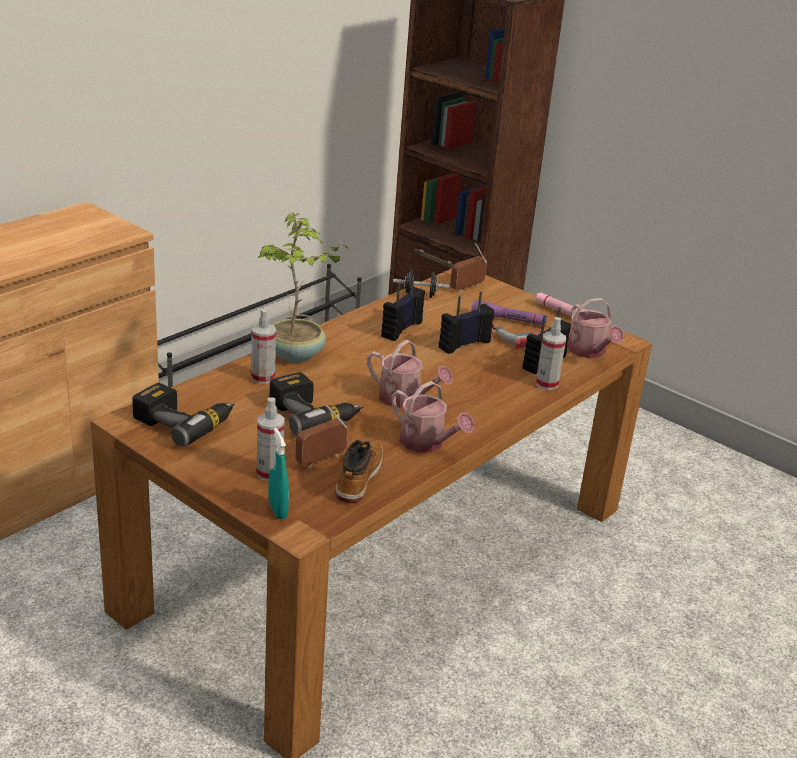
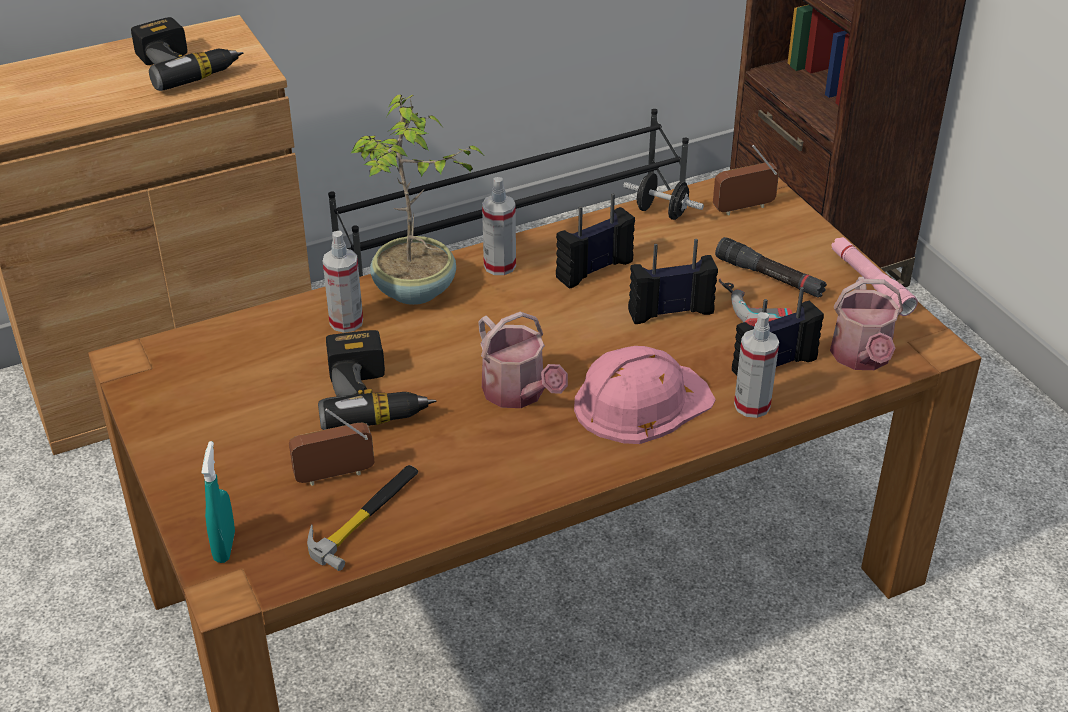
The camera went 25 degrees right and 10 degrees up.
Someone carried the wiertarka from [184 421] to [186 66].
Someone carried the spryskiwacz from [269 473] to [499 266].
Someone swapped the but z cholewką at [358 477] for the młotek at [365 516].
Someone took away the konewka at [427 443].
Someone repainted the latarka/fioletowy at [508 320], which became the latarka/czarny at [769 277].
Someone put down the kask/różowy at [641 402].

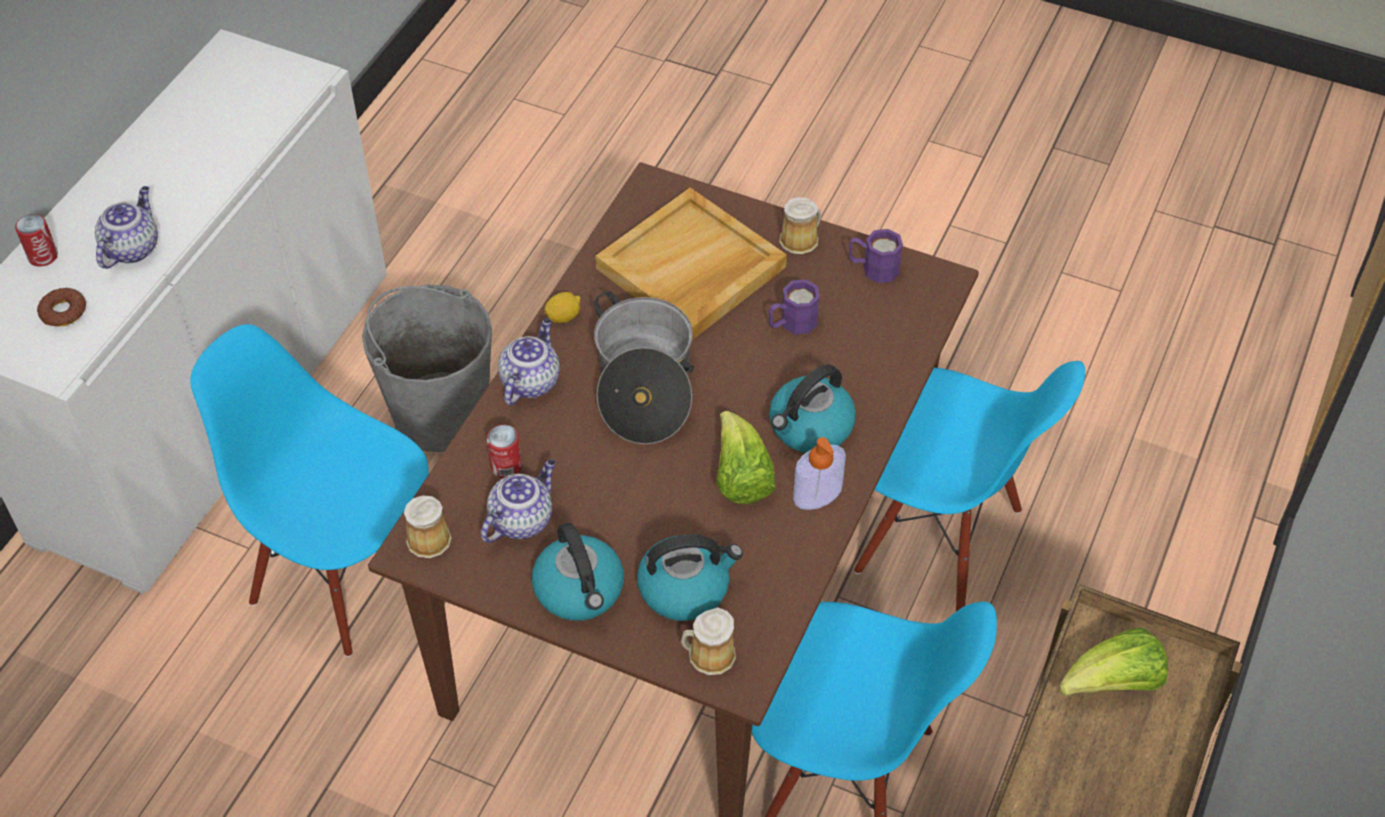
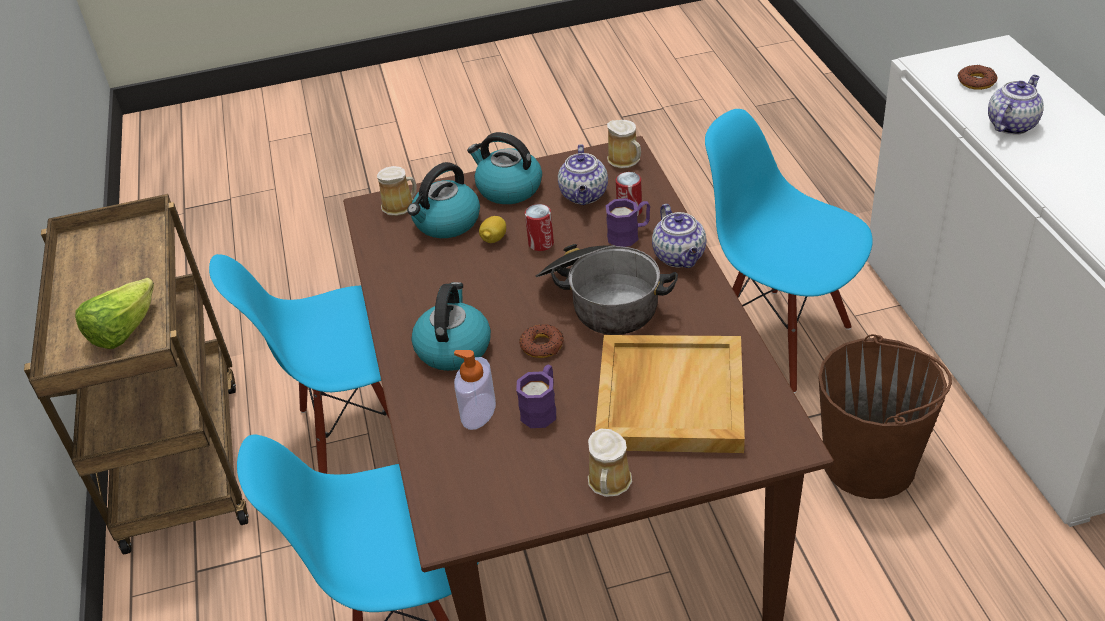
The camera went 145 degrees right and 10 degrees down.
Someone carried the puszka from [43 256] to [541 243].
Someone rotated the imbryk at [132 248] by 120 degrees counterclockwise.
Someone rotated the krzesło/niebieski at [346 576] by 135 degrees counterclockwise.
Someone repainted the wiadro/szary at [440 413], which became the wiadro/brązowy at [870 463].
Someone carried the cytryna from [563 317] to [494 239].
Someone took away the sałata at [740 477].
Someone carried the dozownik mydła from [817 493] to [478 411].
Someone carried the kubek/fioletowy from [873 268] to [629 234].
Someone put down the donut at [542 345].

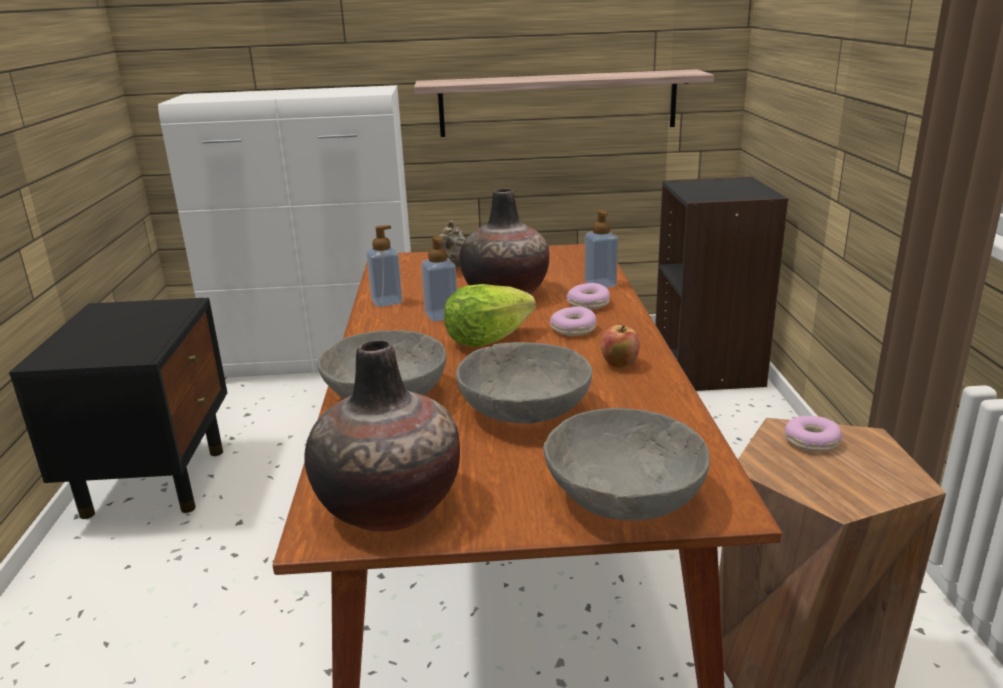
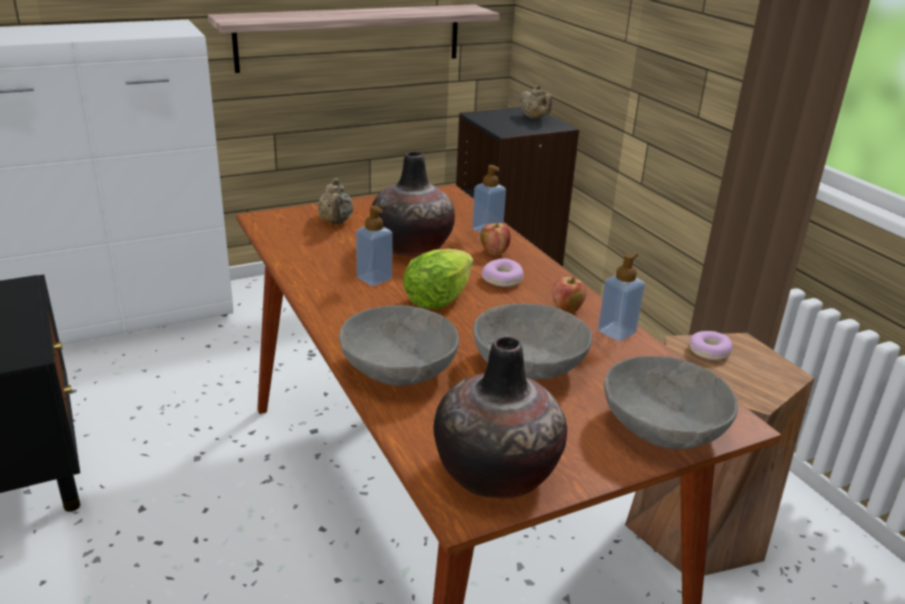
The camera went 25 degrees left and 5 degrees up.
Someone carried the dozownik mydła from [386 302] to [616 332].
Someone swapped the donut at [589 304] for the jabłko at [494 252].
Someone put down the imbryk/beżowy at [534 118].

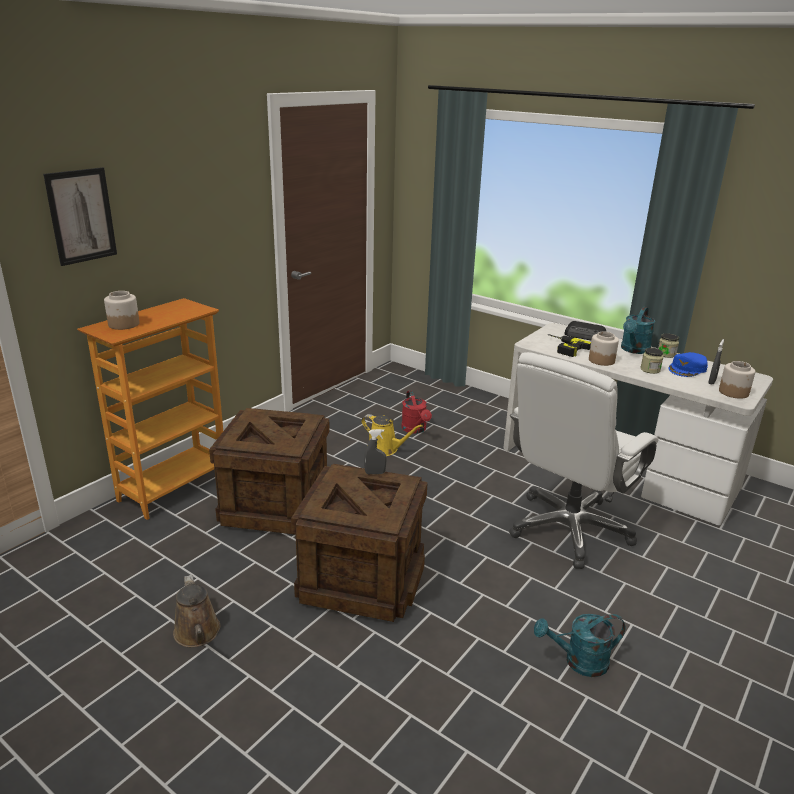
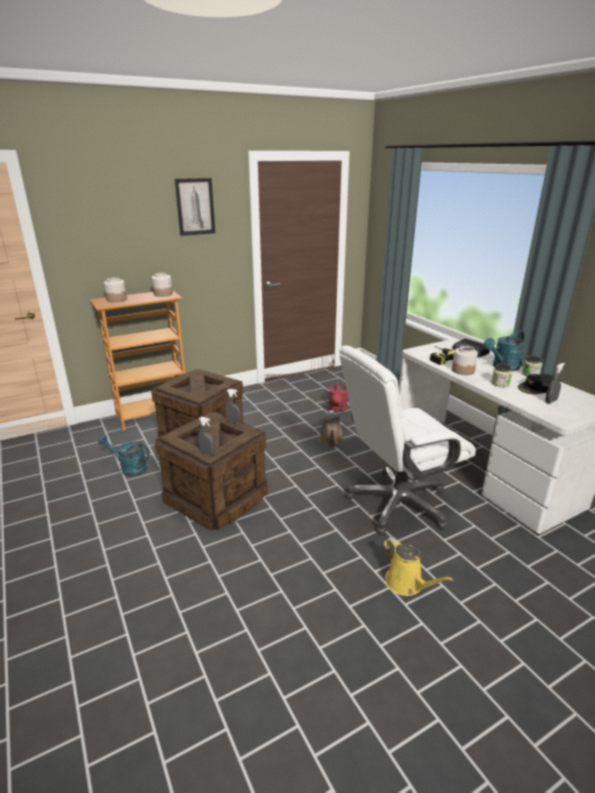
The camera went 25 degrees right and 0 degrees up.
Someone carried the obraz from [81 216] to [195 206].
Someone carried the konewka/brązowy from [198 634] to [331 442].
Someone carried the konewka/żółty from [385 449] to [407 584].
Someone carried the konewka/turkusowy from [579 662] to [129 468].
Someone repainted the czapka z daszkiem/niebieski at [687 369], which became the czapka z daszkiem/czarny at [538 388].
Someone carried the słoik from [733 392] to [163 294].
Someone put down the spryskiwacz/szary at [207 453].

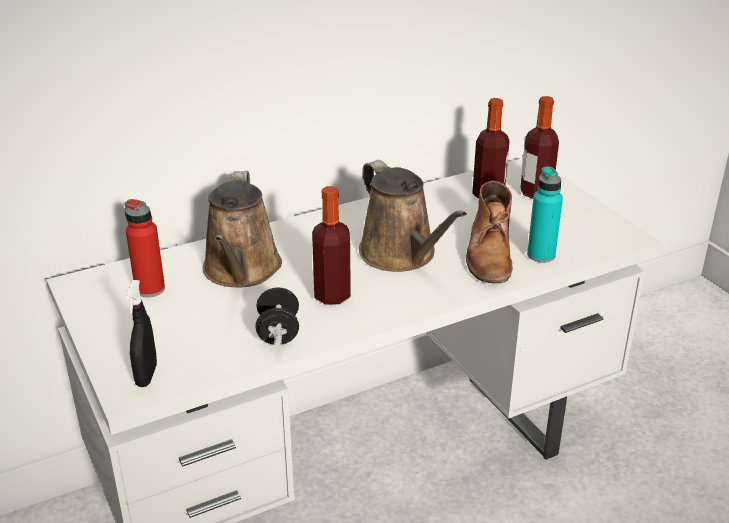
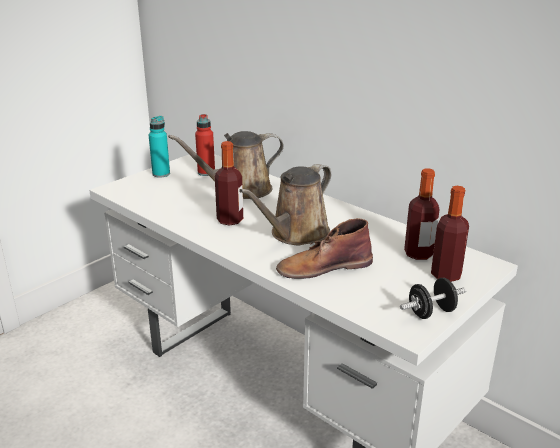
The camera went 70 degrees right and 5 degrees down.
Someone took away the spryskiwacz/czarny at [146 375].
Someone carried the hantel/czarny from [278 333] to [431 312].
Someone carried the butelka/turkusowy from [541 255] to [161 174].

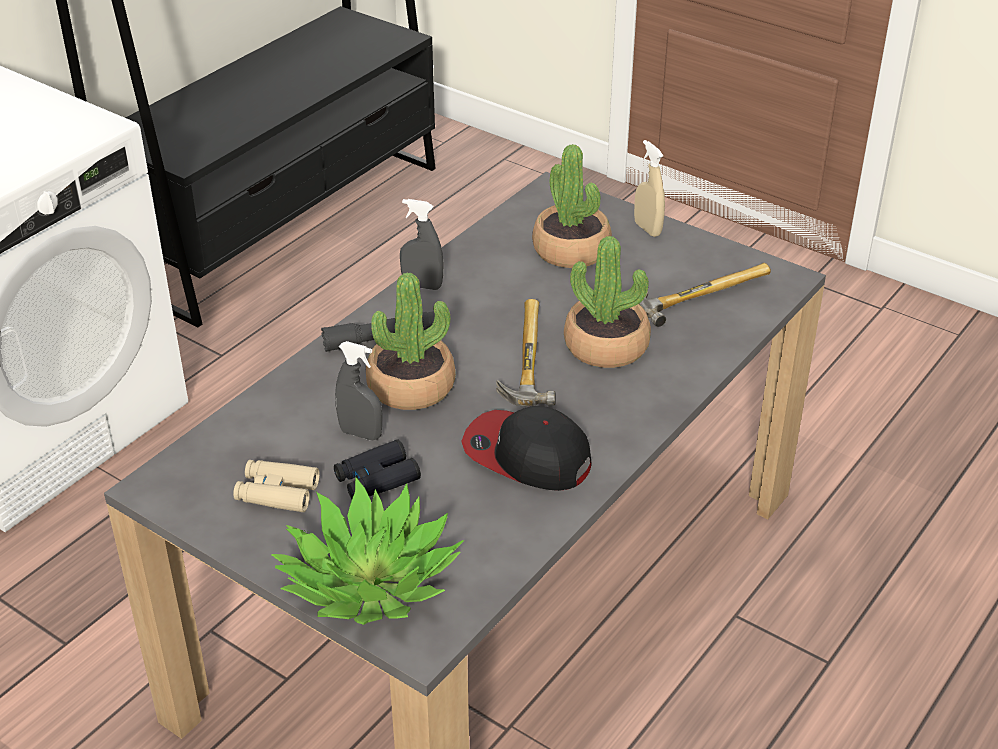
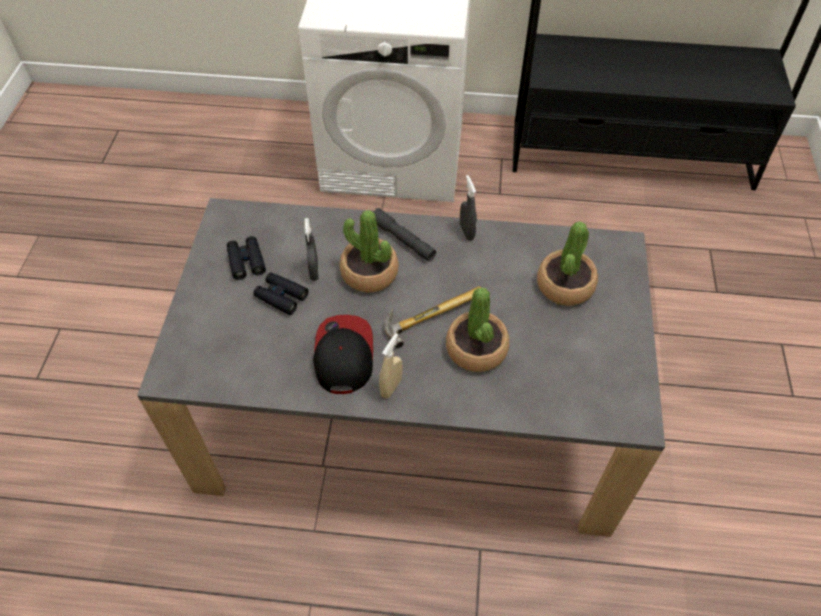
The camera went 60 degrees right and 15 degrees up.
Someone repainted the lornetka/beżowy at [277 493], which became the lornetka/czarny at [246 261].
Someone took away the roślina doniczkowa at [369 581].
Someone carried the spryskiwacz/beżowy from [647 229] to [391 387].
Someone took away the młotek at [699 293].

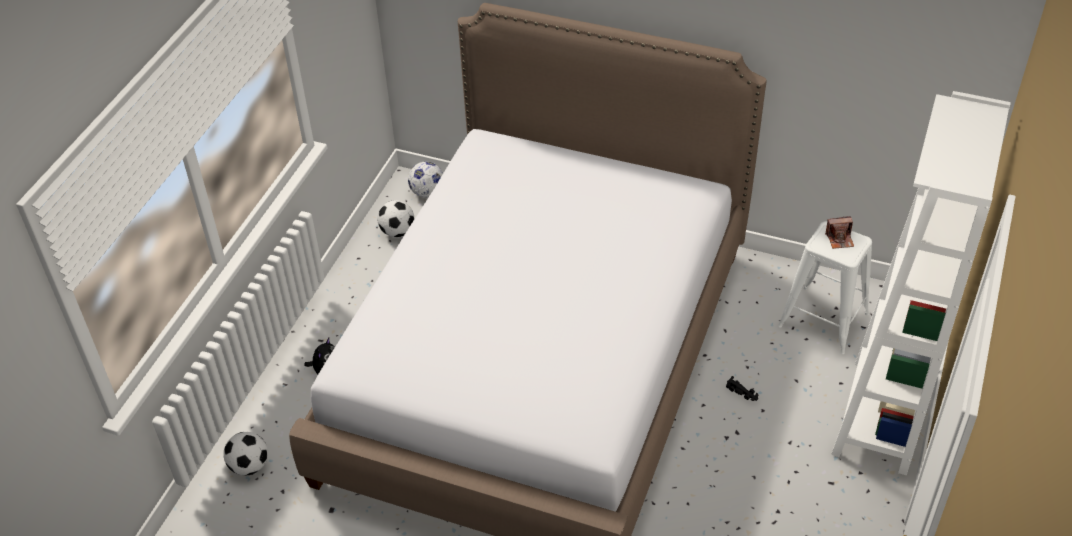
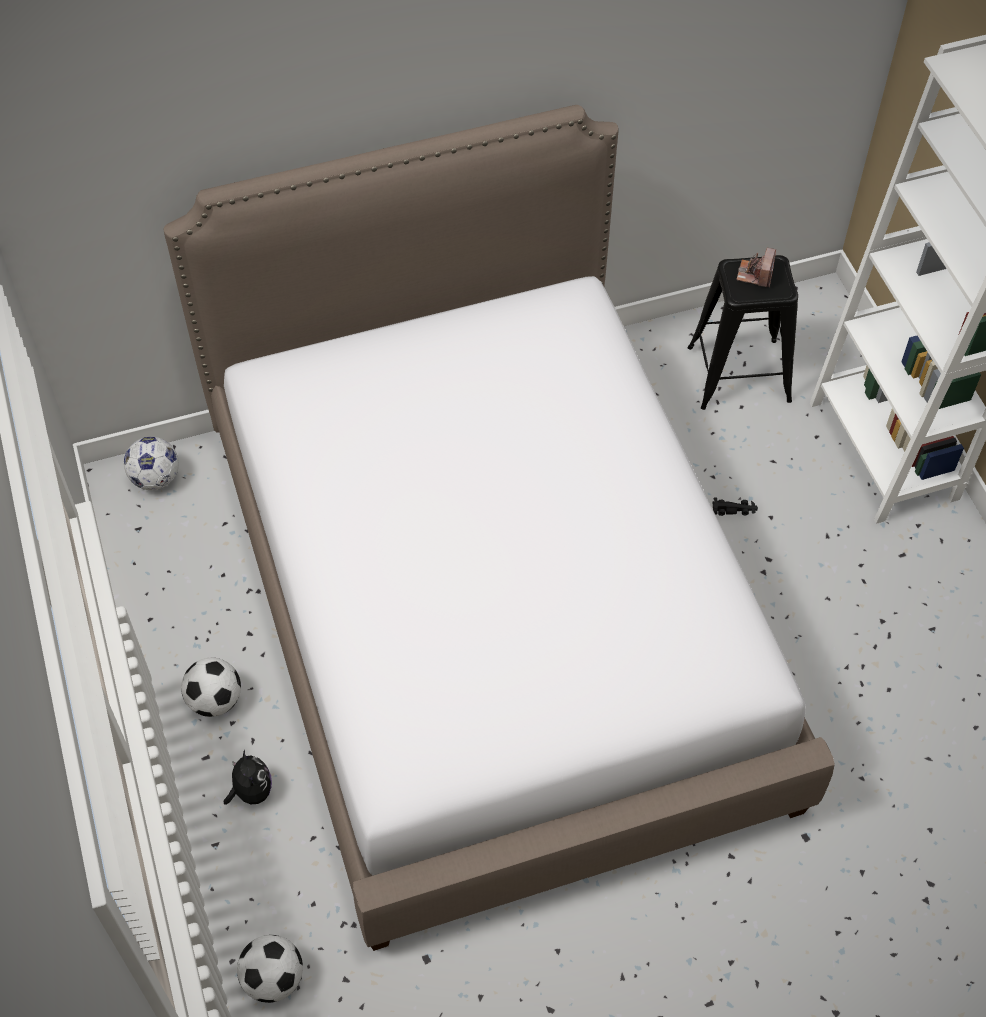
The camera went 40 degrees left and 10 degrees up.
Someone carried the piłka futbolowa from [397 231] to [215 700].
Someone repainted the stołek/biały at [822 319], which became the stołek/czarny at [738 374].
Someone rotated the aparat fotograficzny at [839 239] by 150 degrees clockwise.

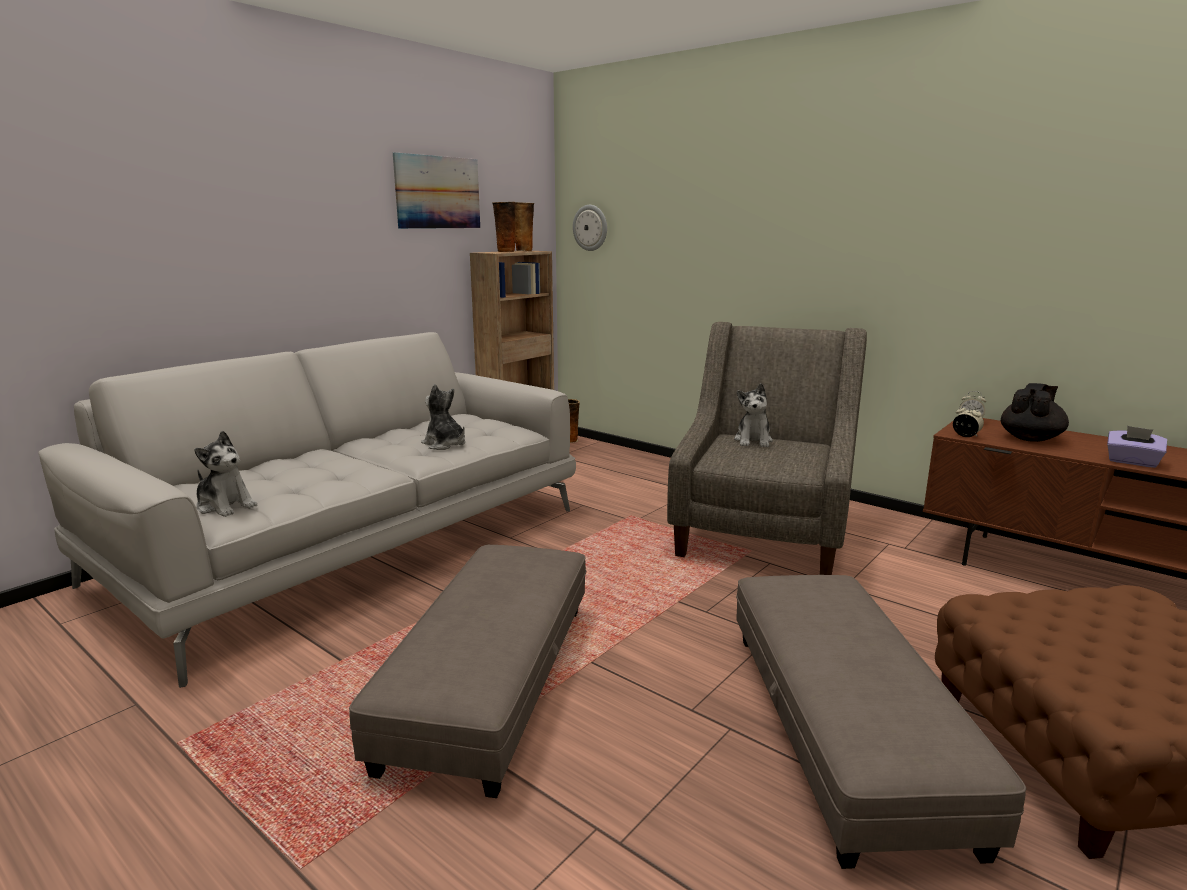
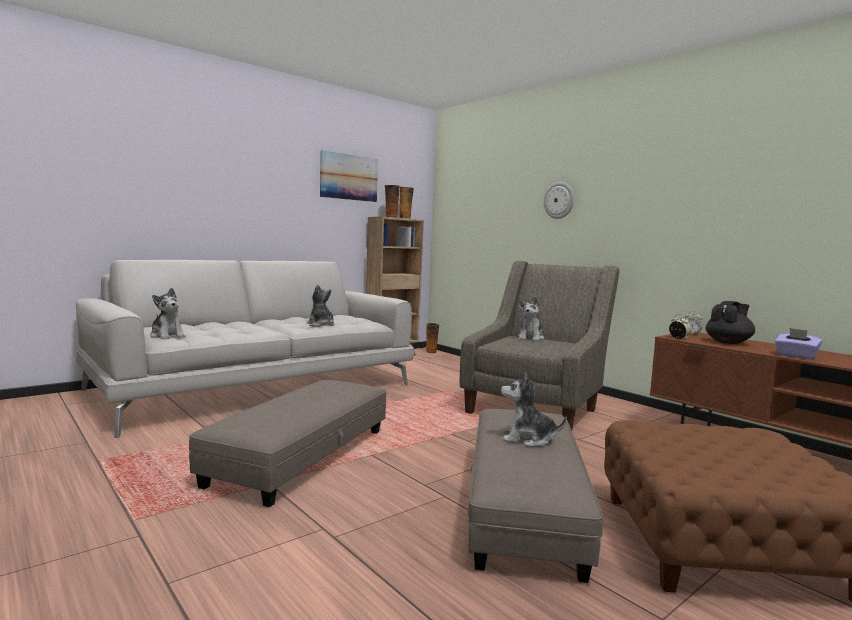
The camera went 10 degrees right and 10 degrees down.
Someone carried the zegar ścienny from [590 228] to [559 200].
Someone put down the pluszak at [528 439].

